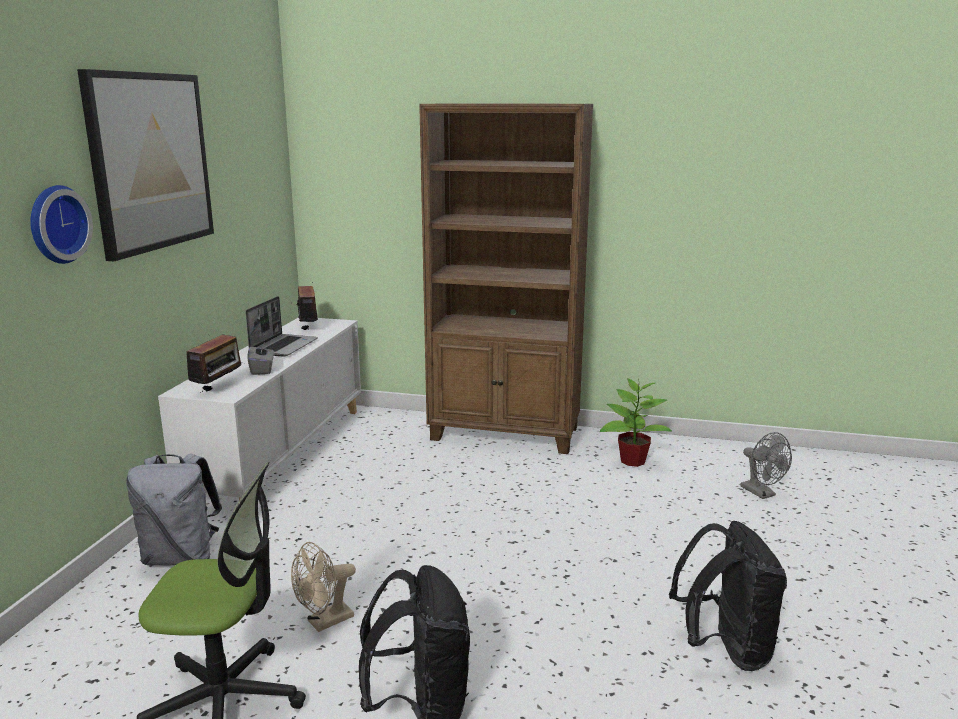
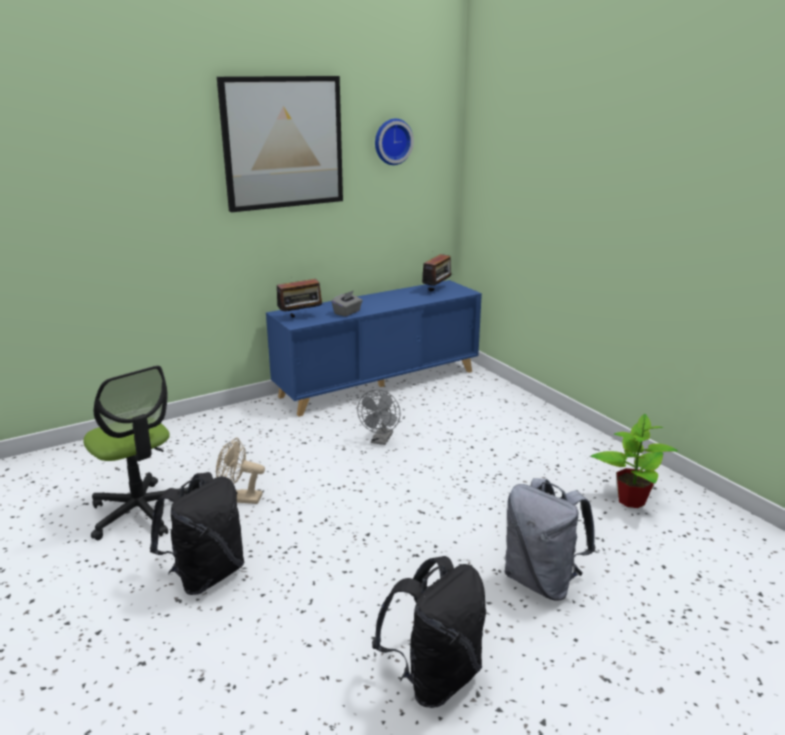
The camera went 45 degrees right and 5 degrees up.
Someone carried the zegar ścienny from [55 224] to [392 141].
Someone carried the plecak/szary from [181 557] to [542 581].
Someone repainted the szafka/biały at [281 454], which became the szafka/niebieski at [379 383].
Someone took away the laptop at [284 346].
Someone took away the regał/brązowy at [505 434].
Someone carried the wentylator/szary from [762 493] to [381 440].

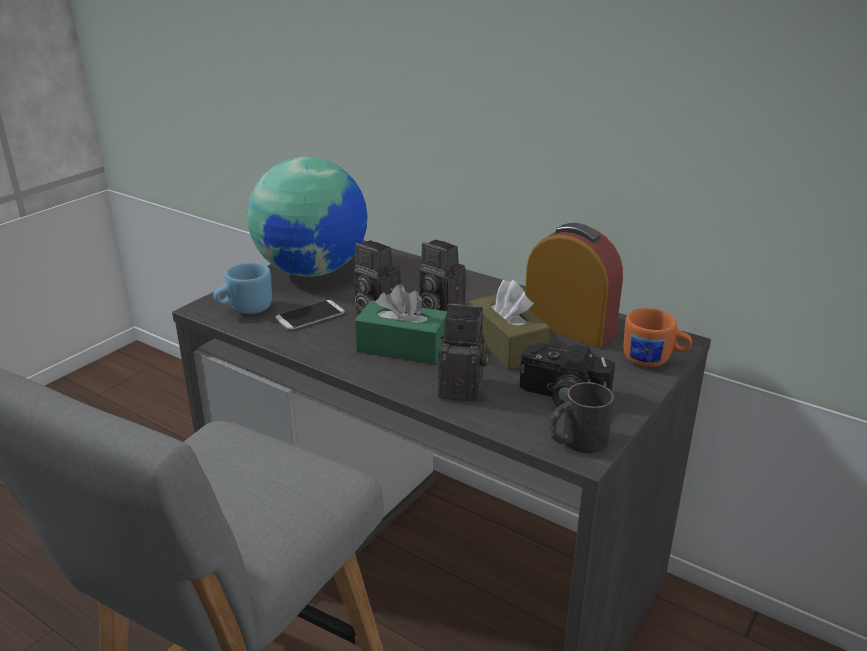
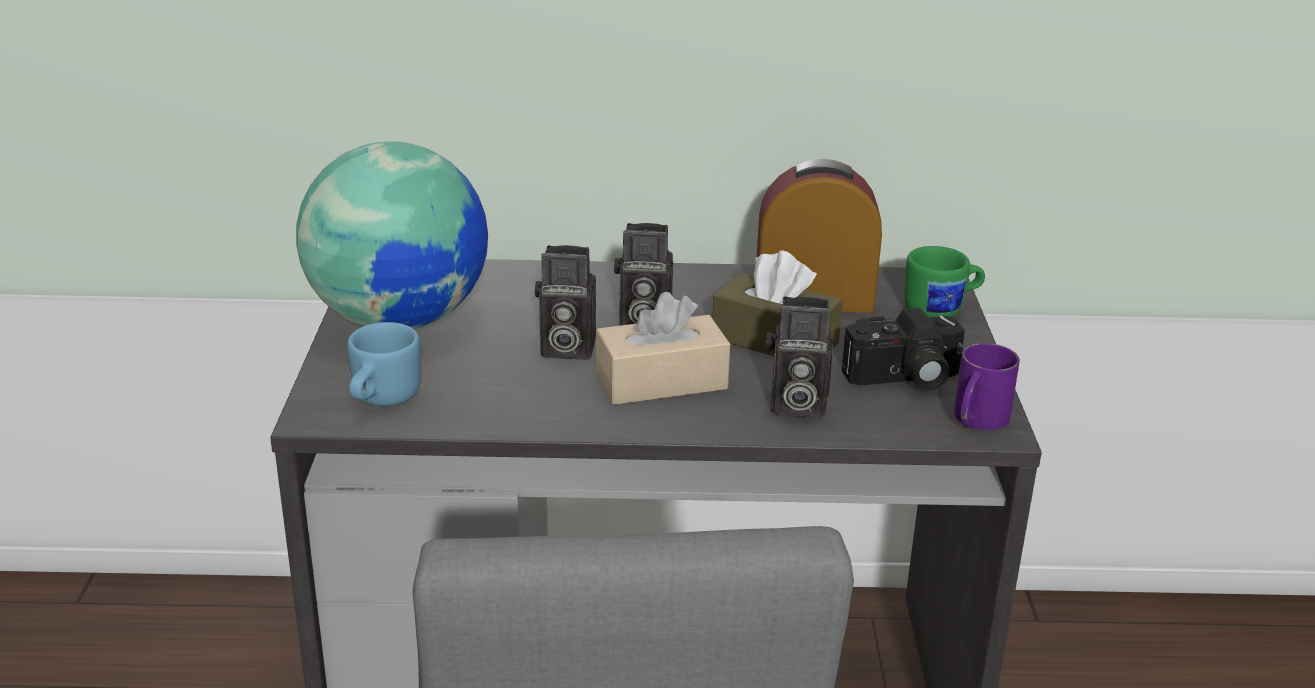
The camera went 35 degrees left and 0 degrees up.
Someone took away the telefon at [310 316].
Someone repainted the pudełko chusteczek/zielony at [403 347], which became the pudełko chusteczek/beżowy at [661 381].
Someone rotated the aparat fotograficzny at [464 388] by 150 degrees counterclockwise.
Someone repainted the kubek/czarny at [576 441], which became the kubek/fioletowy at [976 420].
Someone repainted the kubek/pomarańczowy at [653 360], which became the kubek/zielony at [942 309].

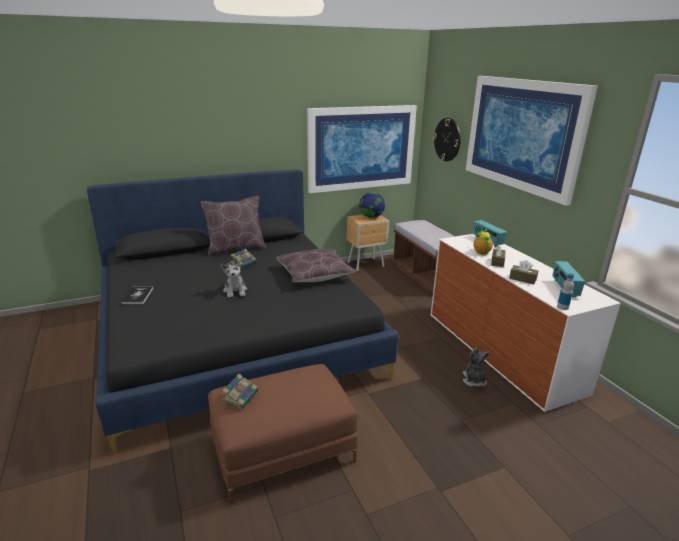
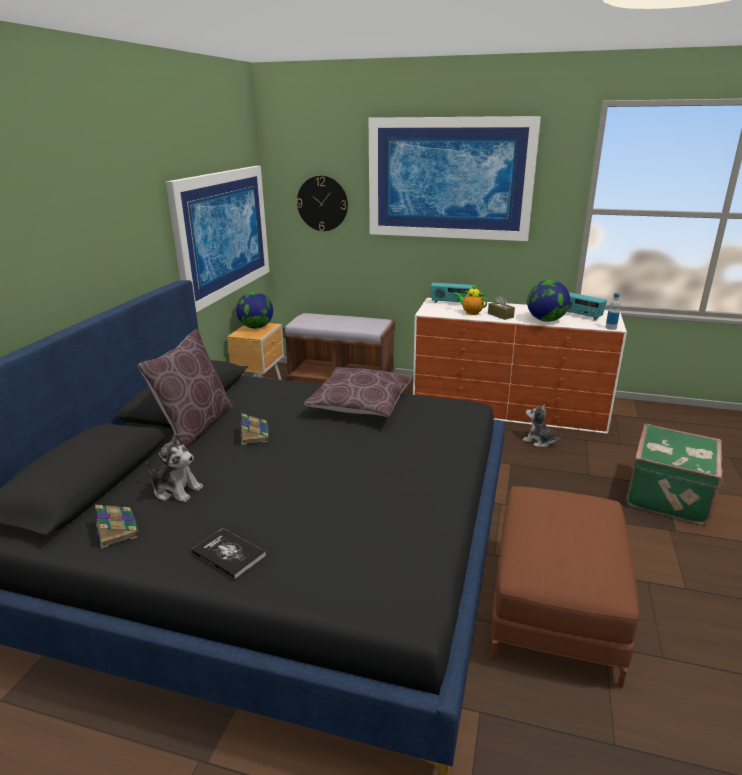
The camera went 50 degrees left and 0 degrees up.
Someone carried the pluszak from [235 291] to [176 490].
Someone carried the książka from [240 396] to [117 530].
Someone swapped the pudełko chusteczek/brązowy at [522 279] for the globus at [546 320].
Someone put down the walizka/zielony at [670 496].

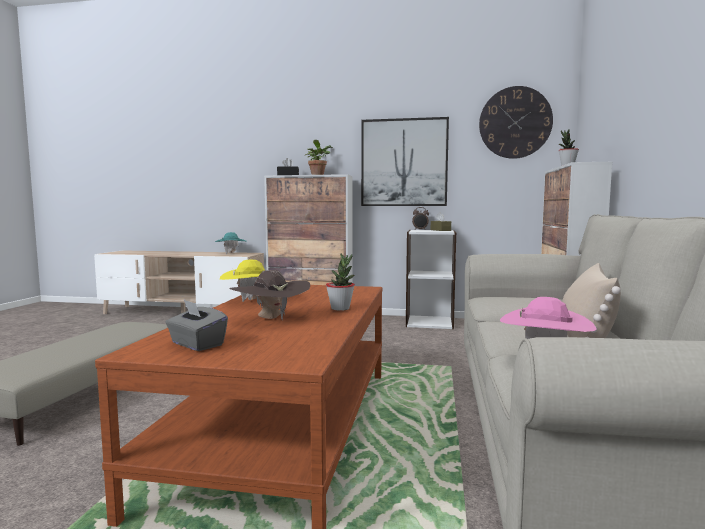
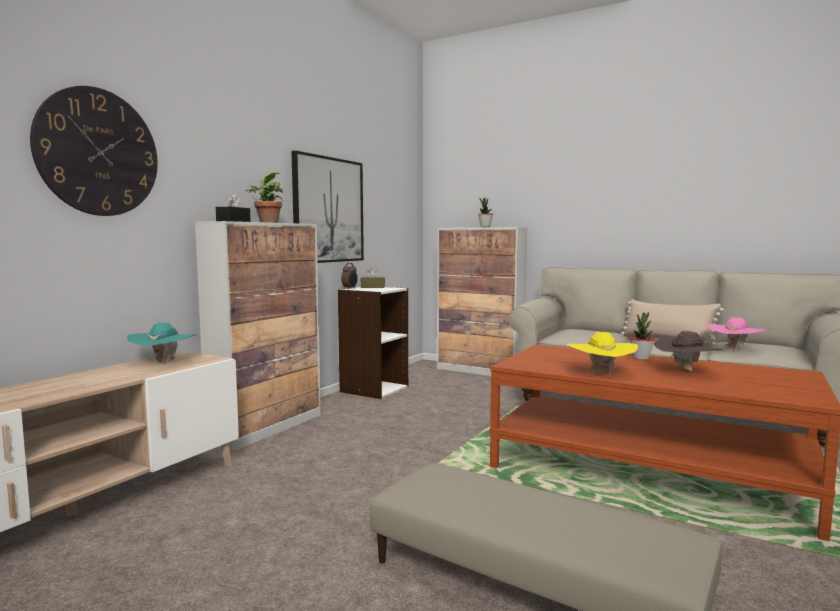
The camera went 70 degrees left and 0 degrees up.
Someone took away the pudełko chusteczek/szary at [196 344].
Someone carried the zegar ścienny from [515 122] to [98 152].

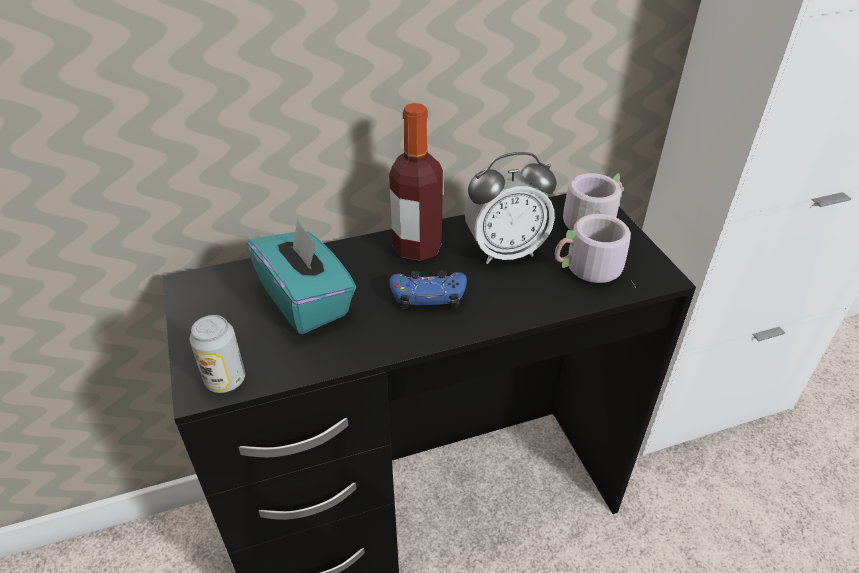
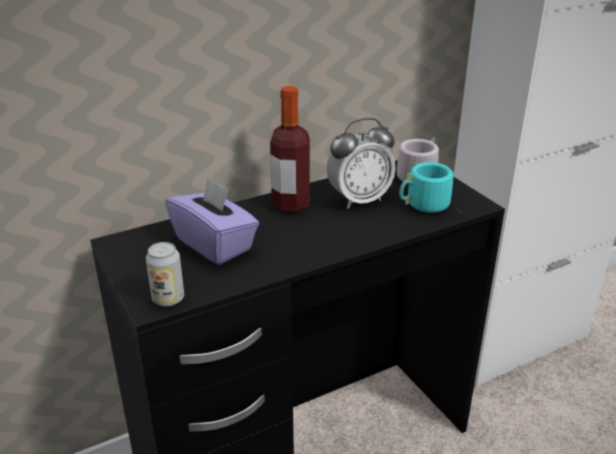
The camera went 10 degrees left and 10 degrees down.
Someone repainted the pudełko chusteczek/turkusowy at [306 301], which became the pudełko chusteczek/fioletowy at [215 244].
Someone took away the pad do gier/niebieski at [428 295].
Someone repainted the kubek/szary at [588 271], which became the kubek/turkusowy at [424 206].

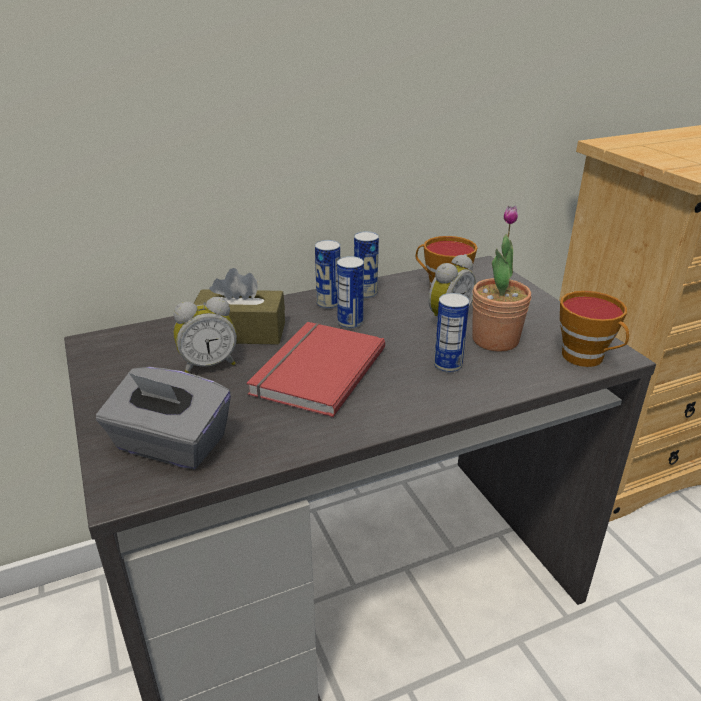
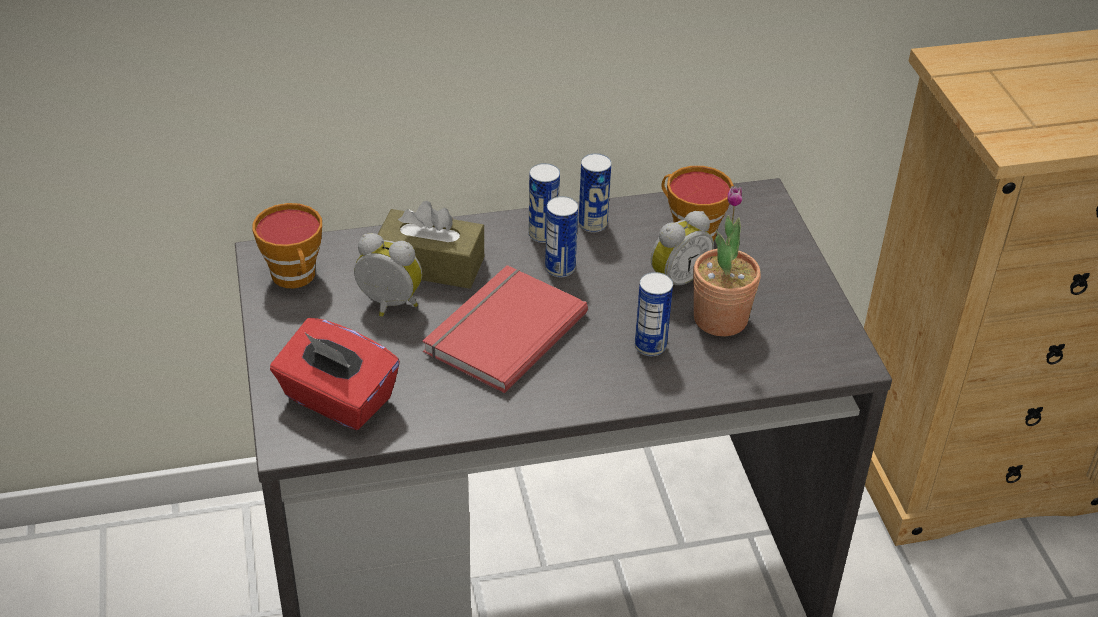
The camera went 10 degrees right and 10 degrees up.
Someone repainted the pudełko chusteczek/szary at [170 445], which became the pudełko chusteczek/czerwony at [337 400].
Someone rotated the budzik at [208 364] by 150 degrees counterclockwise.
Someone carried the filiżanka from [587 358] to [296 277].

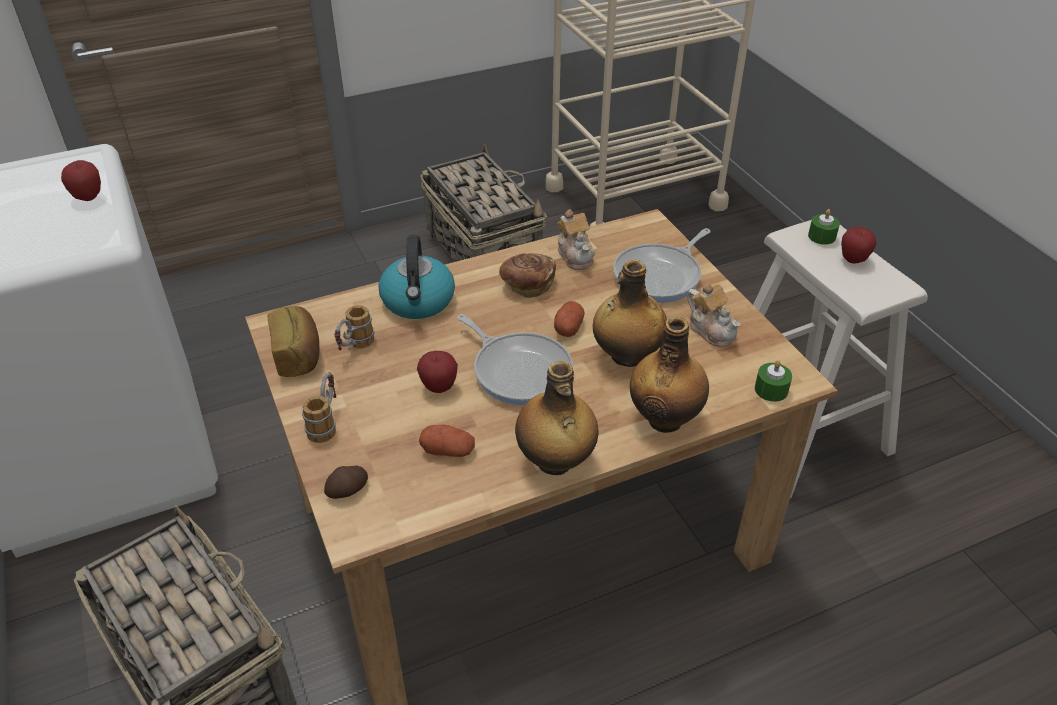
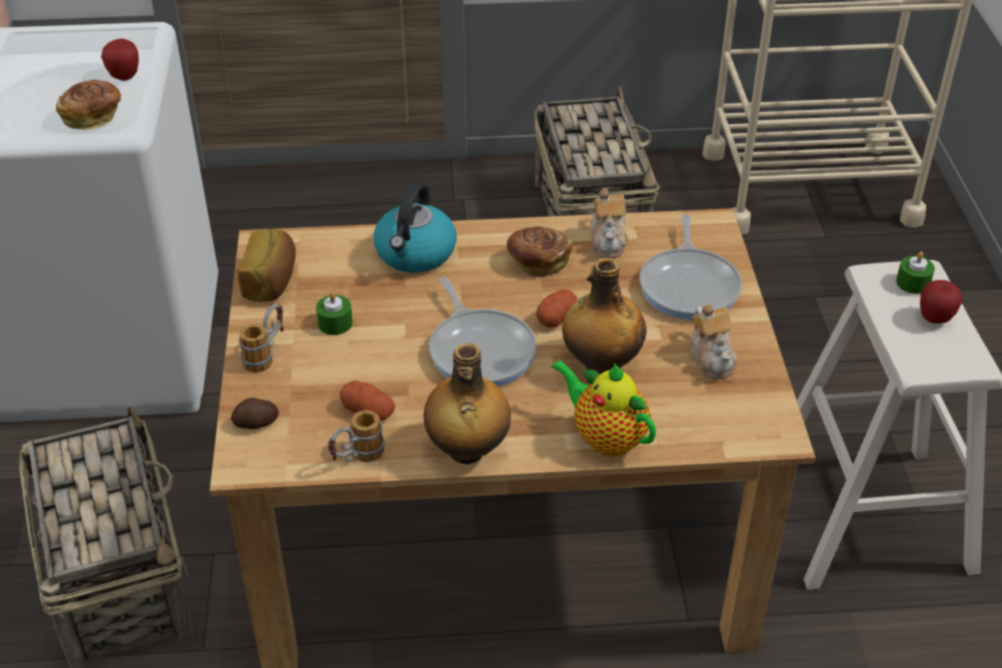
The camera went 20 degrees right and 0 degrees up.
Someone carried the kubek from [355 348] to [356 459].
Someone took away the jabłko at [439 387].
Someone rotated the patelnia at [660 276] by 60 degrees counterclockwise.
Someone swapped the butelka at [665 418] for the imbryk at [605 437].
Someone carried the świeca/zielony from [771 389] to [335 323].
Someone put down the chleb at [93 117].

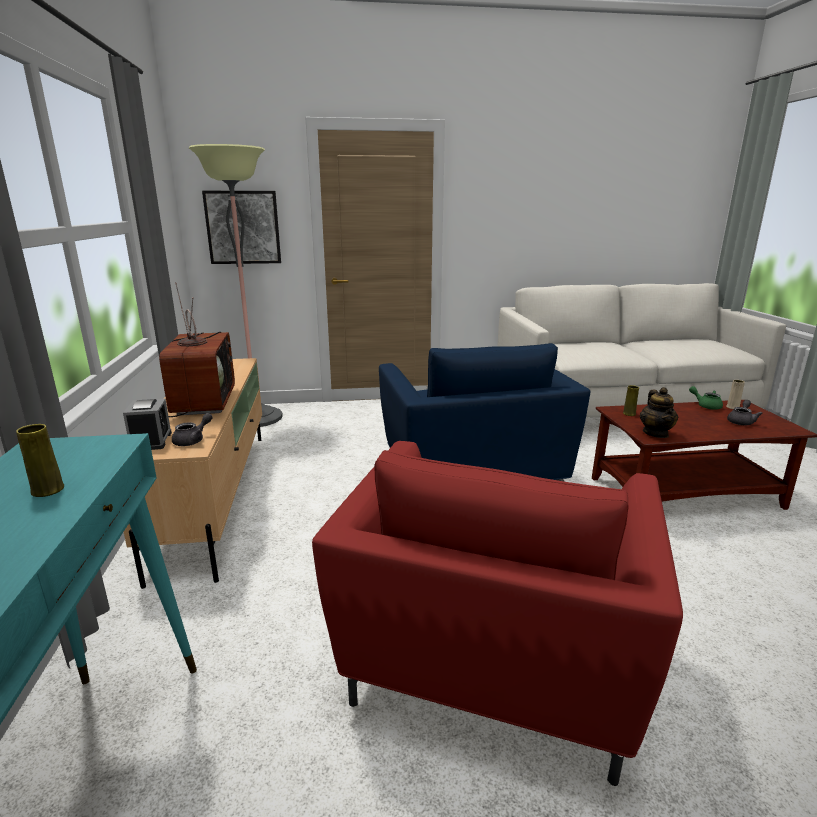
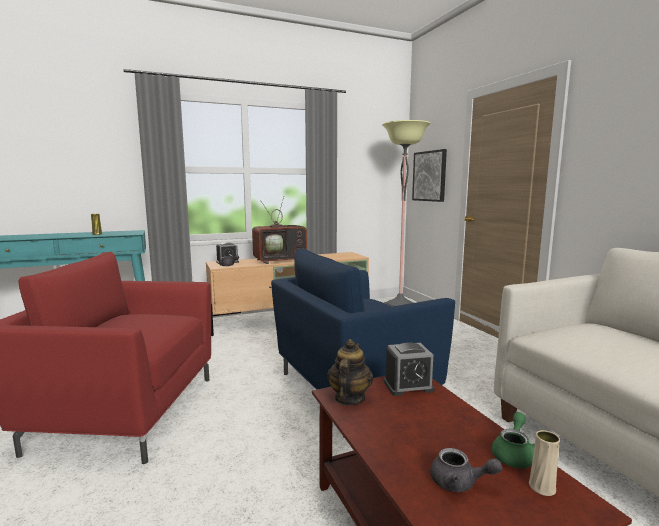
The camera went 75 degrees right and 10 degrees down.
Someone swapped the wazon/żółty at [629 414] for the budzik at [408 386].
Someone rotated the imbryk at [656 433] by 120 degrees clockwise.

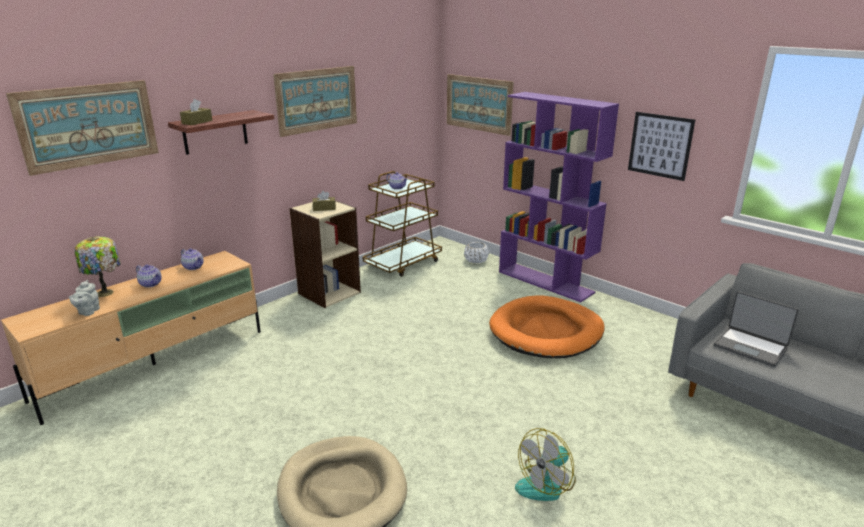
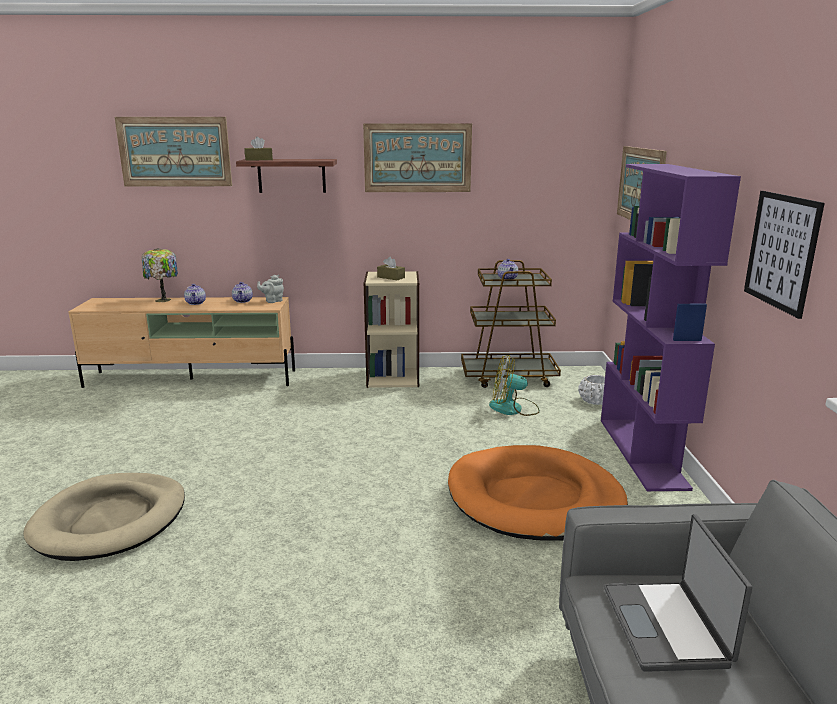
The camera went 45 degrees right and 5 degrees down.
Someone carried the imbryk/szary from [88 312] to [272 301].
Someone carried the wentylator from [546 484] to [513 409].

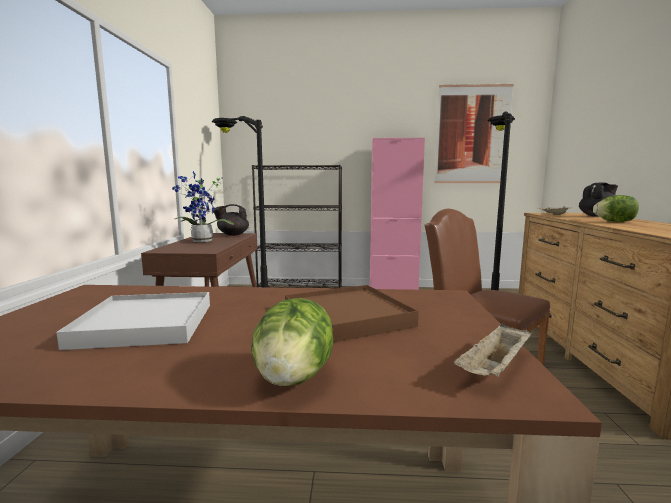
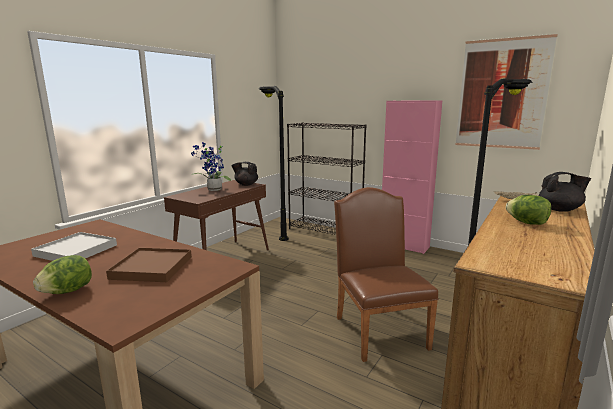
The camera went 30 degrees right and 5 degrees up.
Someone took away the taca/beżowy at [495 369].

